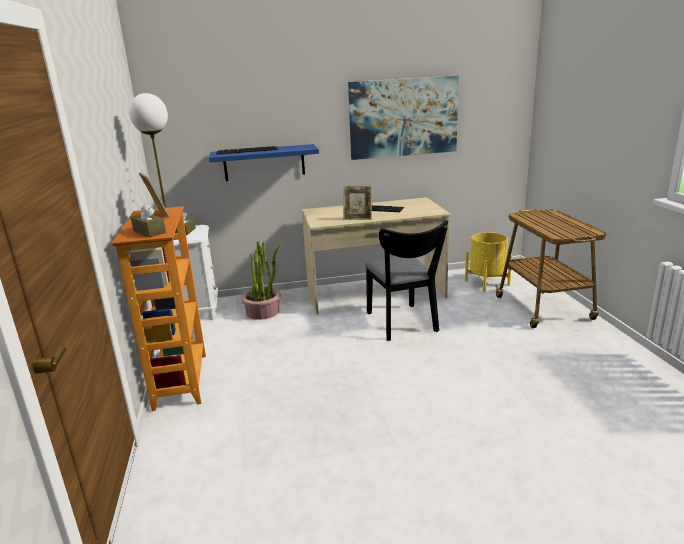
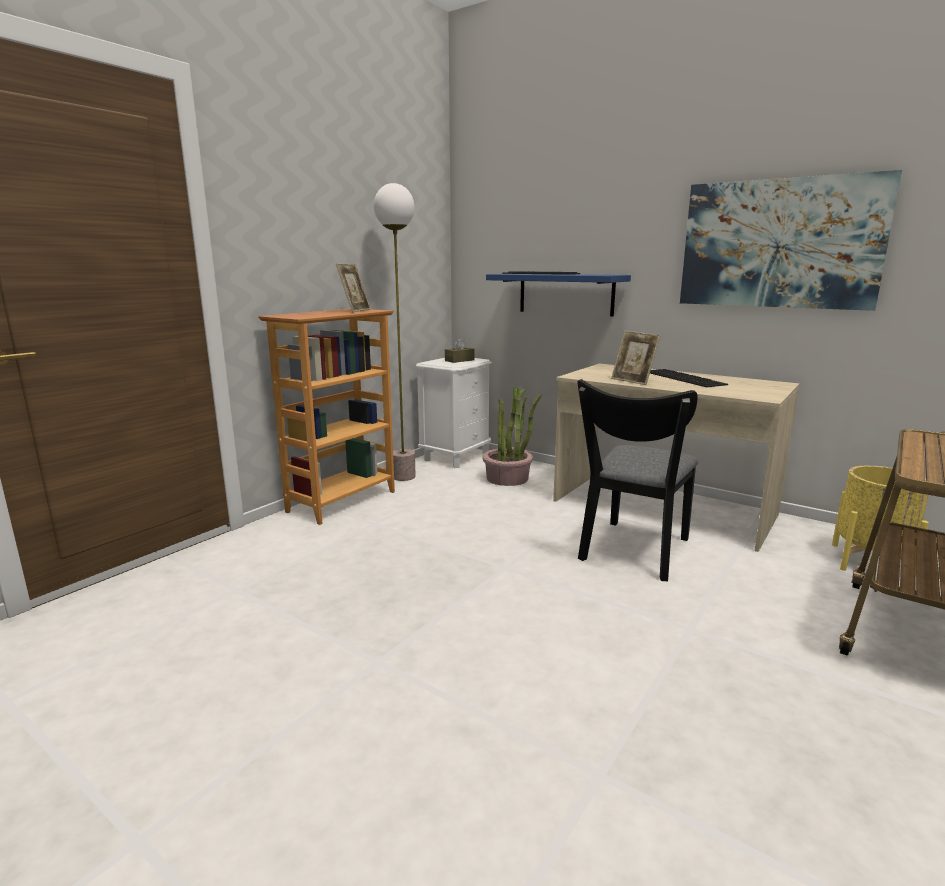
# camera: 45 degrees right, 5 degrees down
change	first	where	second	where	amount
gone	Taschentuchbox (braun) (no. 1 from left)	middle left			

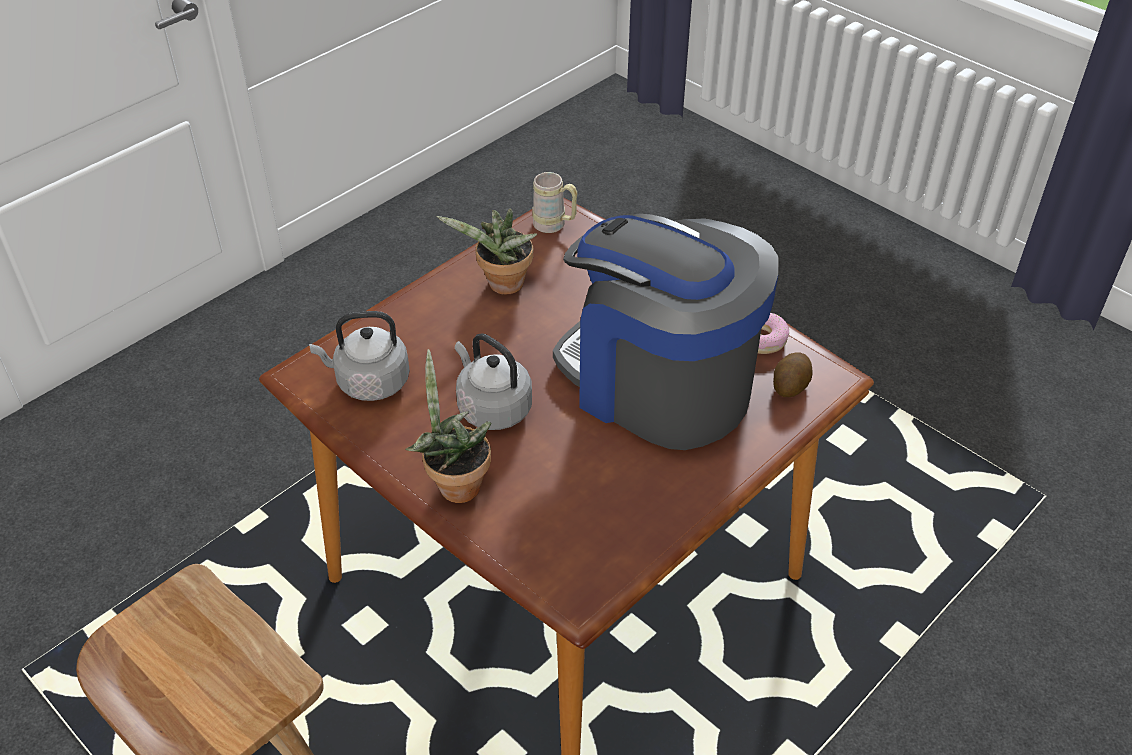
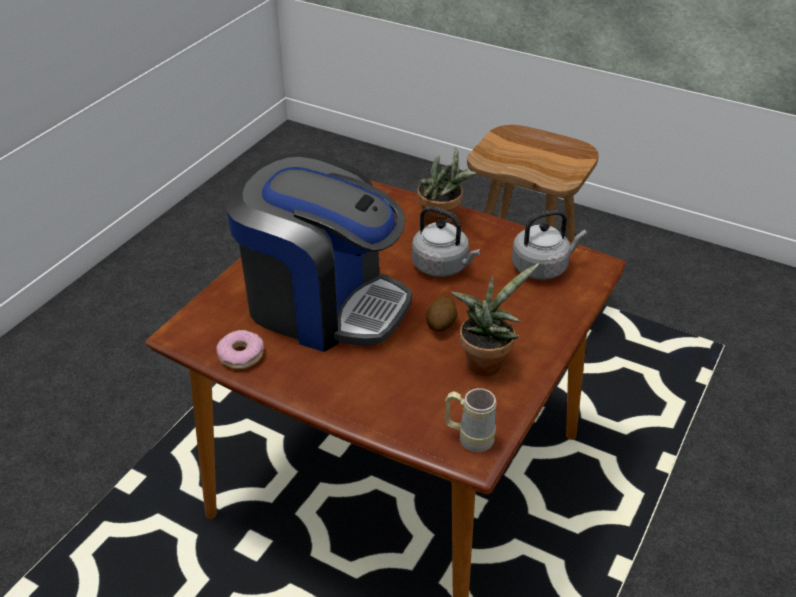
# camera: 165 degrees right, 5 degrees down
change	first	where	second	where	amount
shifted	Kartoffel	middle right		centre	

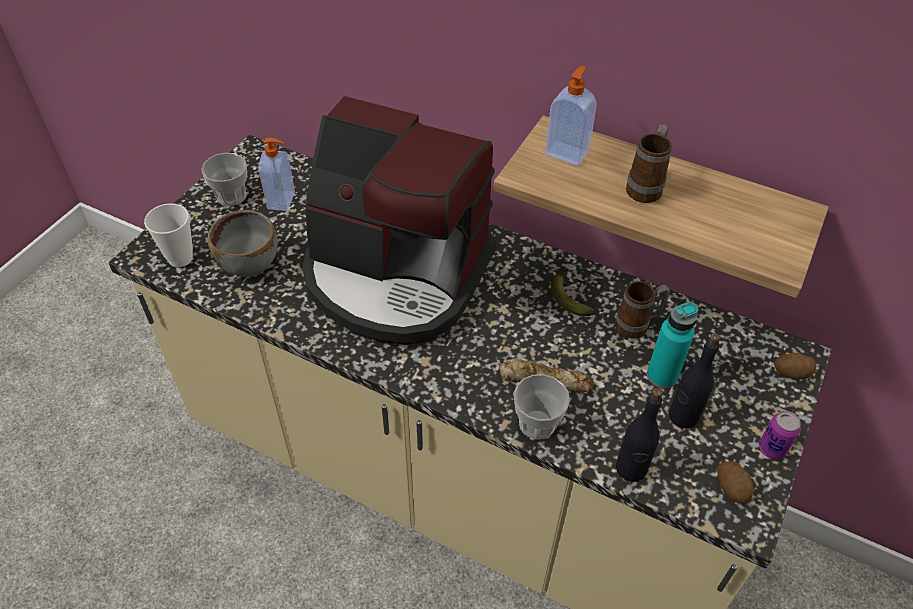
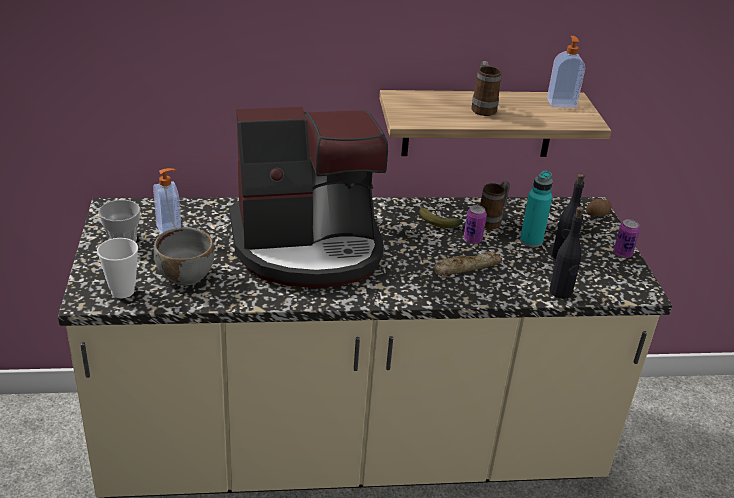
# camera: 35 degrees left, 15 degrees down
change	first	where	second	where	amount
new			Dose (no. 1 from left)	centre	
shifted	Seifenspender (no. 2 from left)	top centre		top right	
gone	Tasse (no. 3 from left)	bottom centre			
gone	Kartoffel (no. 1 from left)	bottom right			

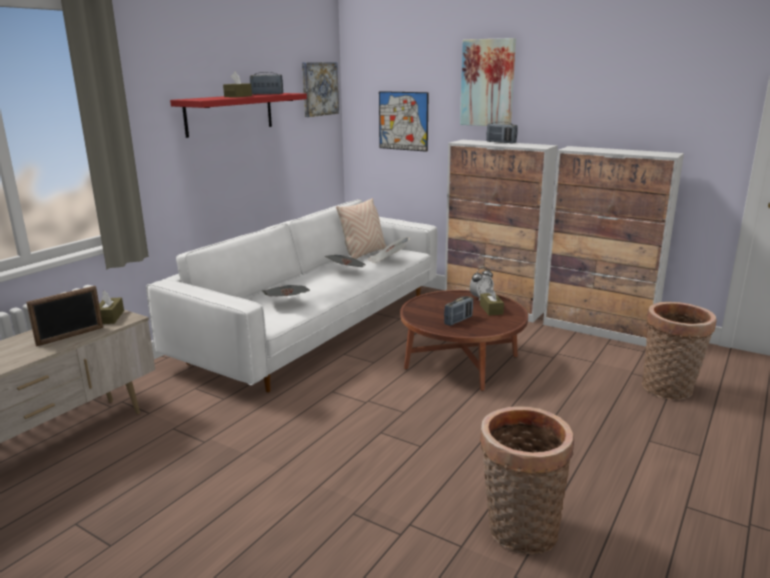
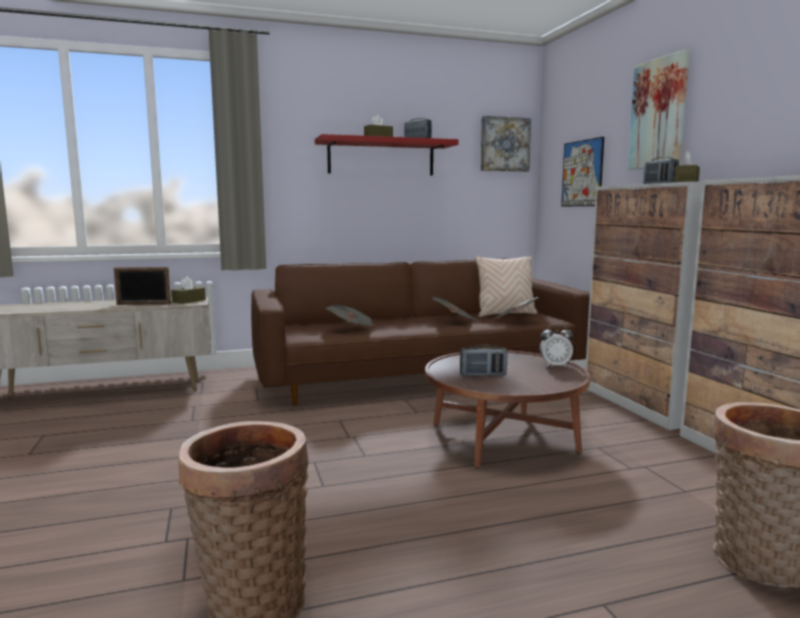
# camera: 40 degrees right, 10 degrees down
change	first	where	second	where	amount
repainted	Sofa (weiß)	centre	Sofa (braun)	centre	
shifted	Taschentuchbox (braun) (no. 3 from left)	centre		top right	

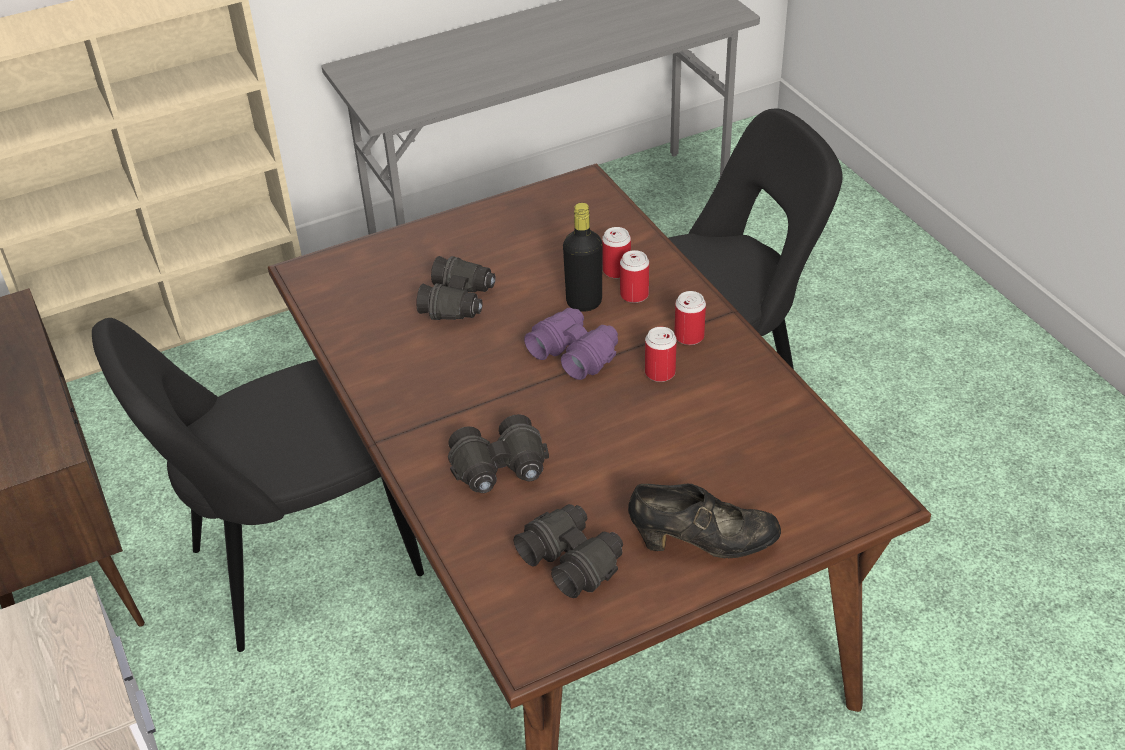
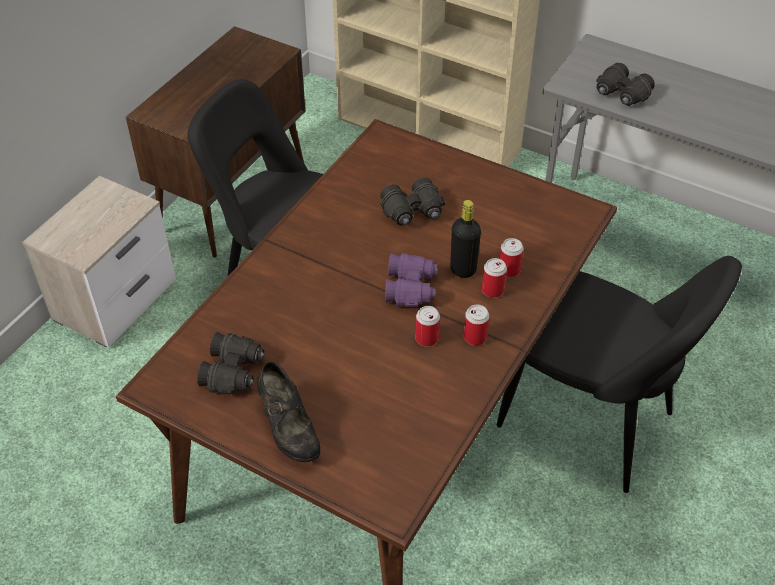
# camera: 55 degrees right, 5 degrees up
change	first	where	second	where	amount
shifted	Fernglas (schwarz) (no. 2 from left in the first image)	centre	Fernglas (schwarz) (no. 3 from left)	top right	

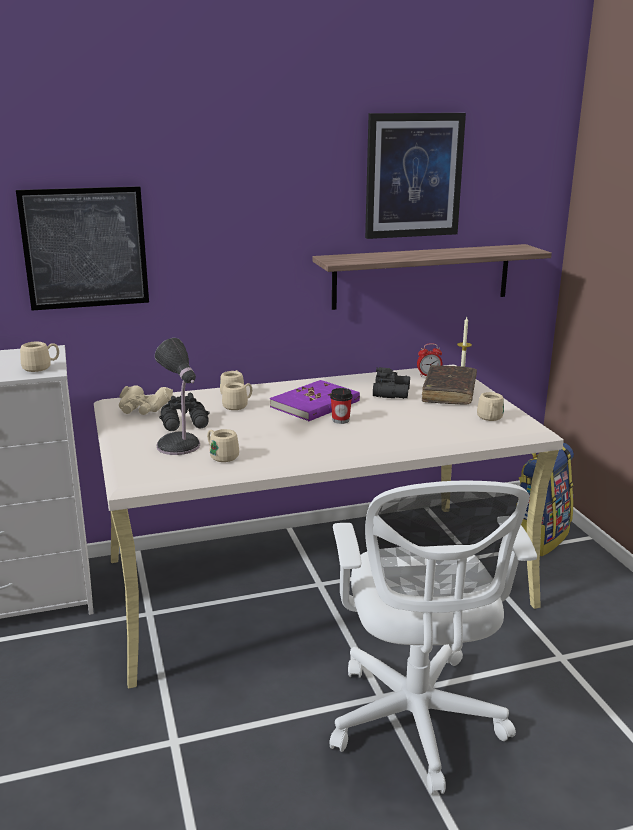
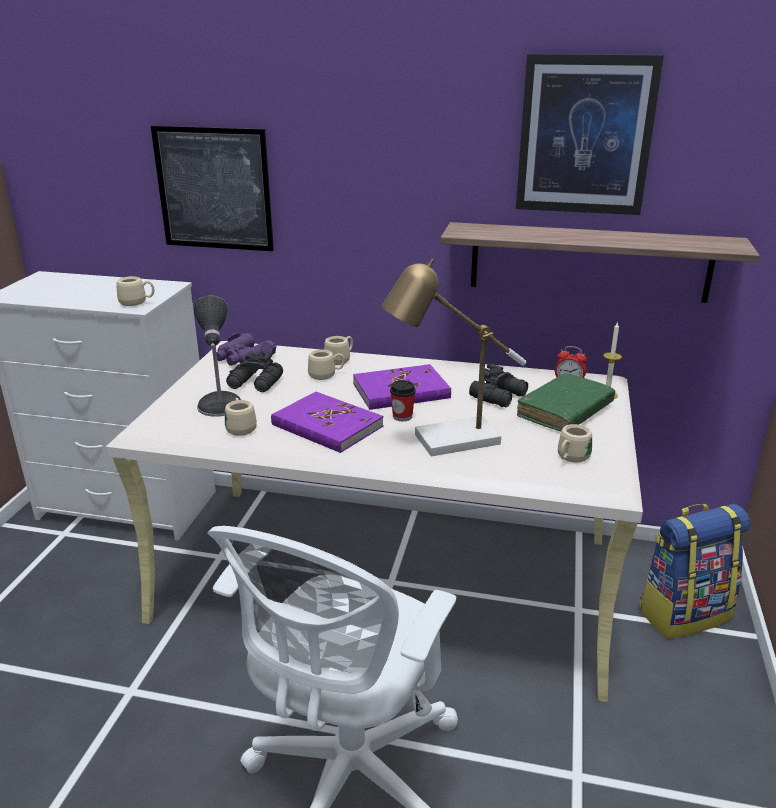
# camera: 30 degrees right, 5 degrees up
change	first	where	second	where	amount
repainted	Fernglas (beige)	middle left	Fernglas (lila)	middle left	
new			Buch (lila) (no. 1 from left)	centre	
new			Tischlampe (no. 2 from left)	centre	
repainted	Buch (braun)	middle right	Buch (grün)	middle right	

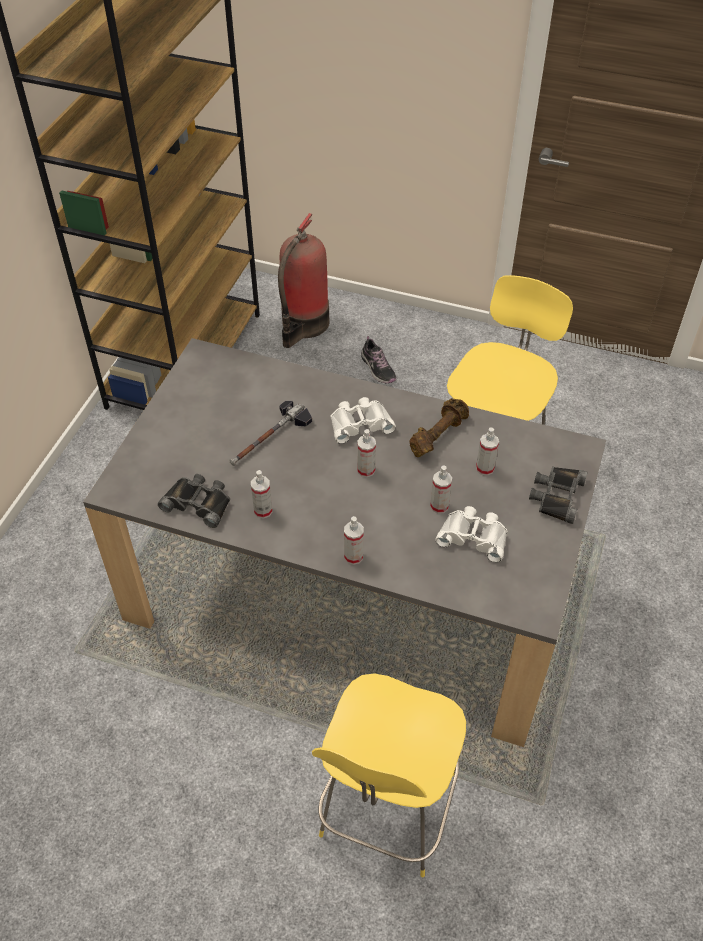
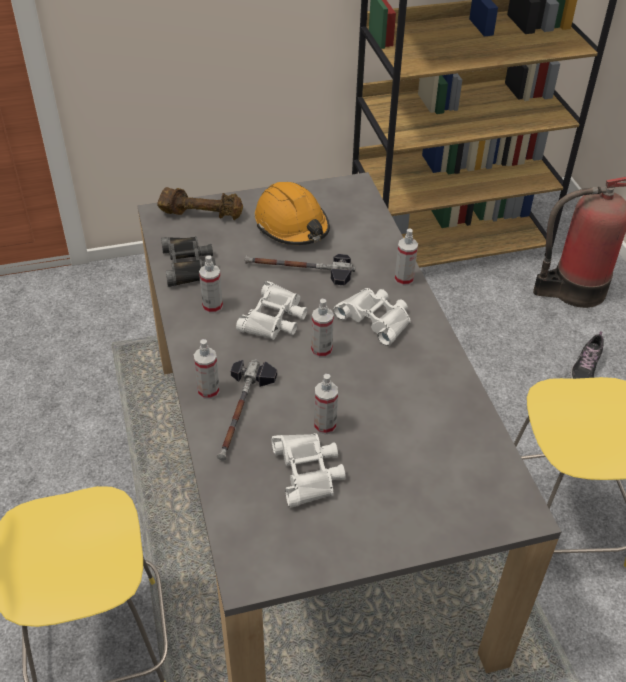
# camera: 55 degrees right, 5 degrees down
change	first	where	second	where	amount
shifted	Hantel (braun)	centre		top left	
new			Hammer (no. 1 from left)	centre	
new			Fernglas (weiß) (no. 1 from left)	centre	
new			Schutzhelm (orange)	top centre	
shifted	Sprühflasche (no. 5 from left)	middle right		centre	
gone	Fernglas (schwarz) (no. 2 from left)	middle right			

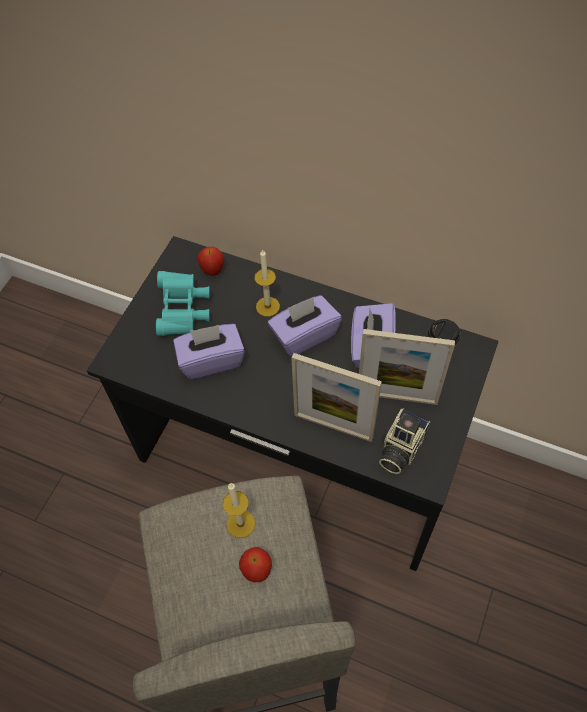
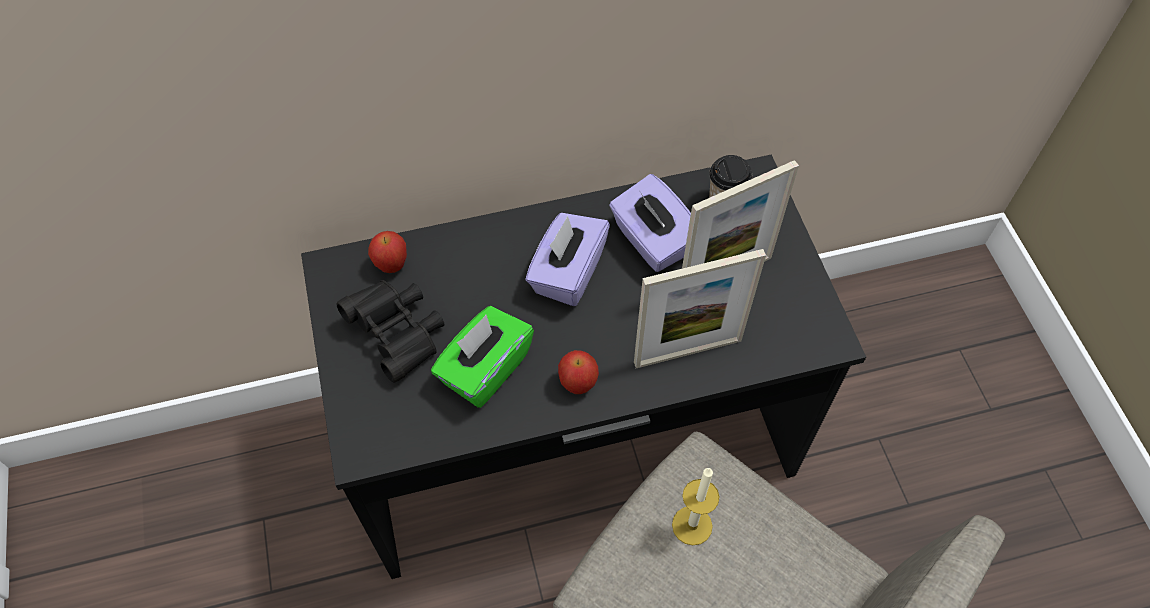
# camera: 40 degrees left, 0 degrees up
change	first	where	second	where	amount
repainted	Fernglas (türkis)	middle left	Fernglas (schwarz)	centre	
repainted	Taschentuchbox (lila) (no. 1 from left)	centre	Taschentuchbox (grün)	centre	
shifted	Apfel (no. 2 from left)	bottom centre		centre	
gone	Kerze (no. 2 from left)	centre			
gone	Kamera	middle right			

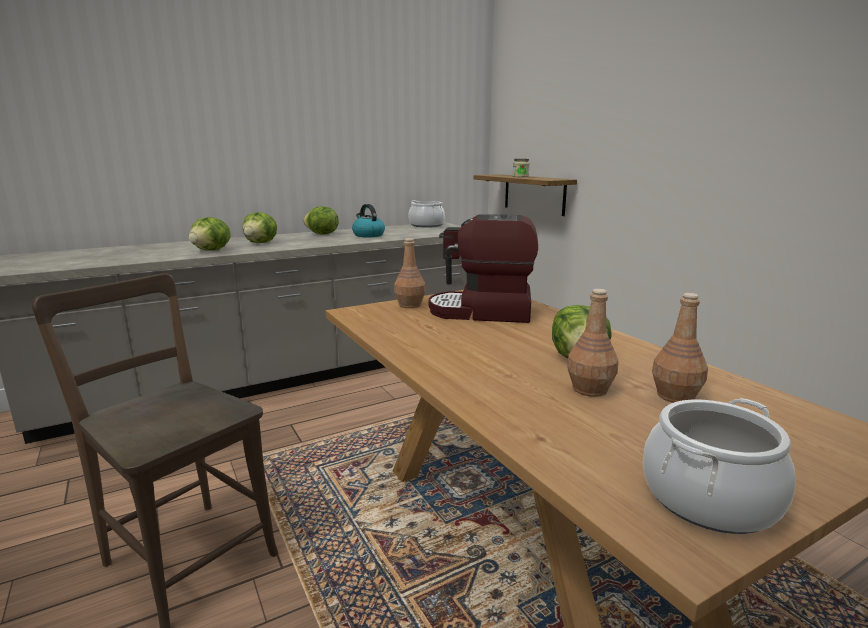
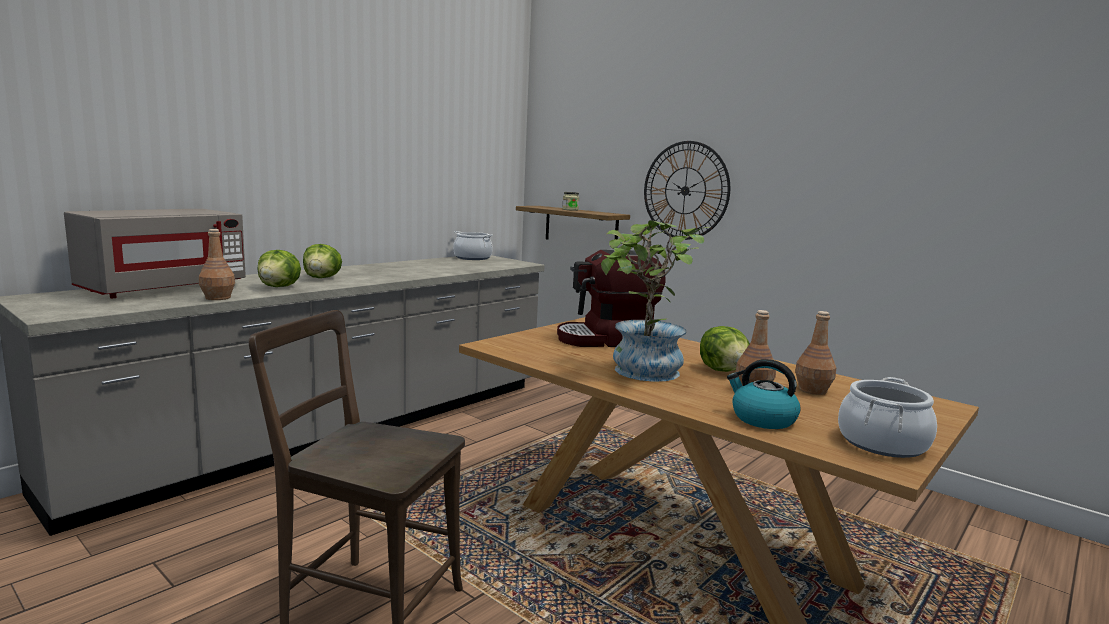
# camera: 20 degrees left, 5 degrees down
change	first	where	second	where	amount
new			Mikrowelle (grau)	middle left	
shifted	Flasche (braun) (no. 1 from left)	centre		middle left	
new			Topfpflanze	centre	
new			Wanduhr	top centre	
shifted	Wasserkessel	centre		middle right	
gone	Salatkopf (no. 3 from left)	centre			

